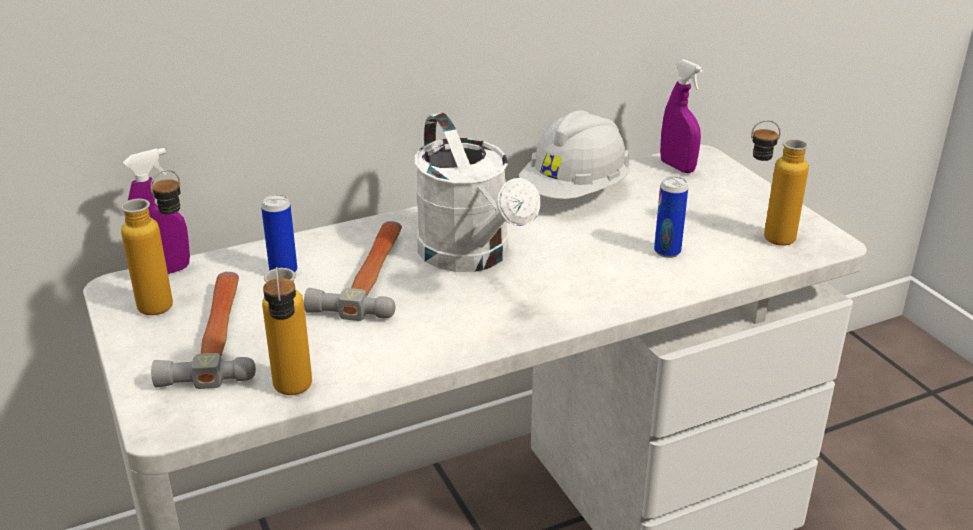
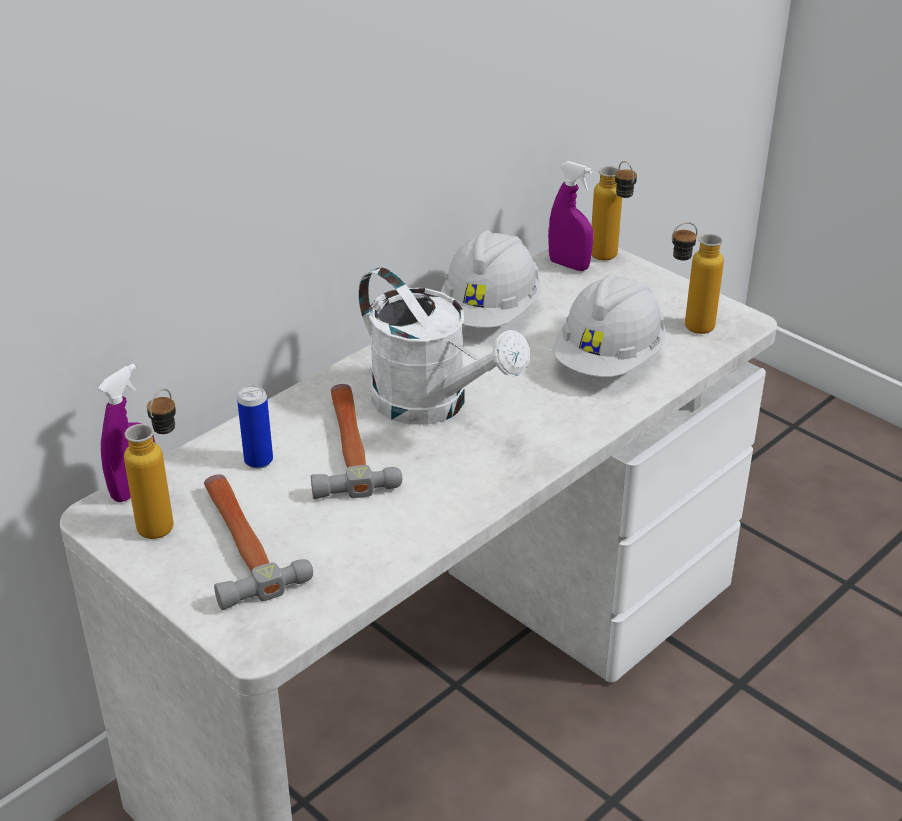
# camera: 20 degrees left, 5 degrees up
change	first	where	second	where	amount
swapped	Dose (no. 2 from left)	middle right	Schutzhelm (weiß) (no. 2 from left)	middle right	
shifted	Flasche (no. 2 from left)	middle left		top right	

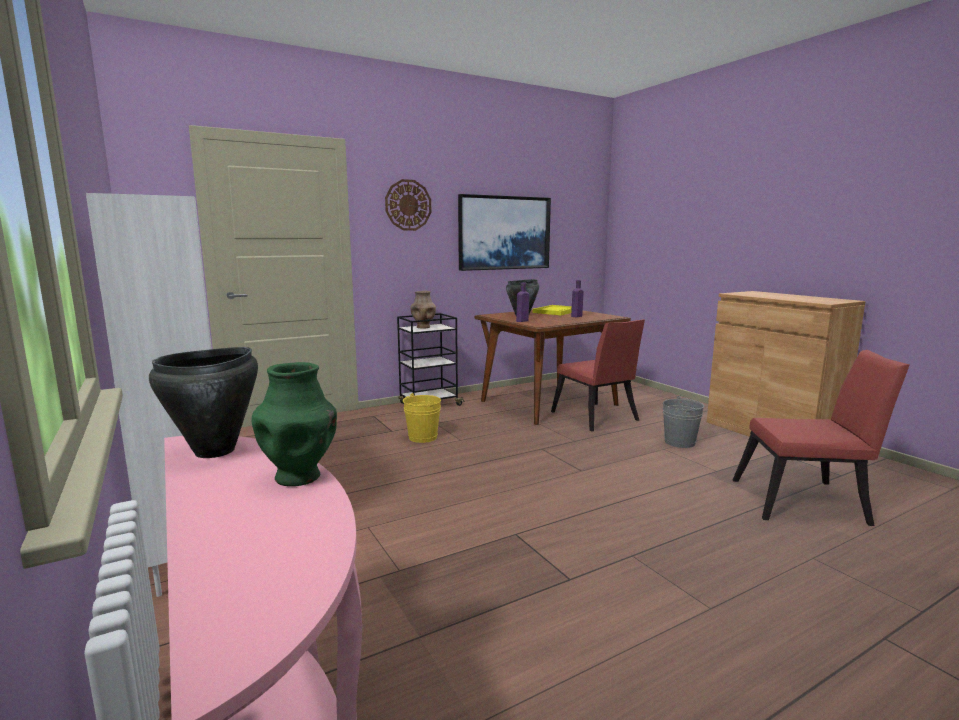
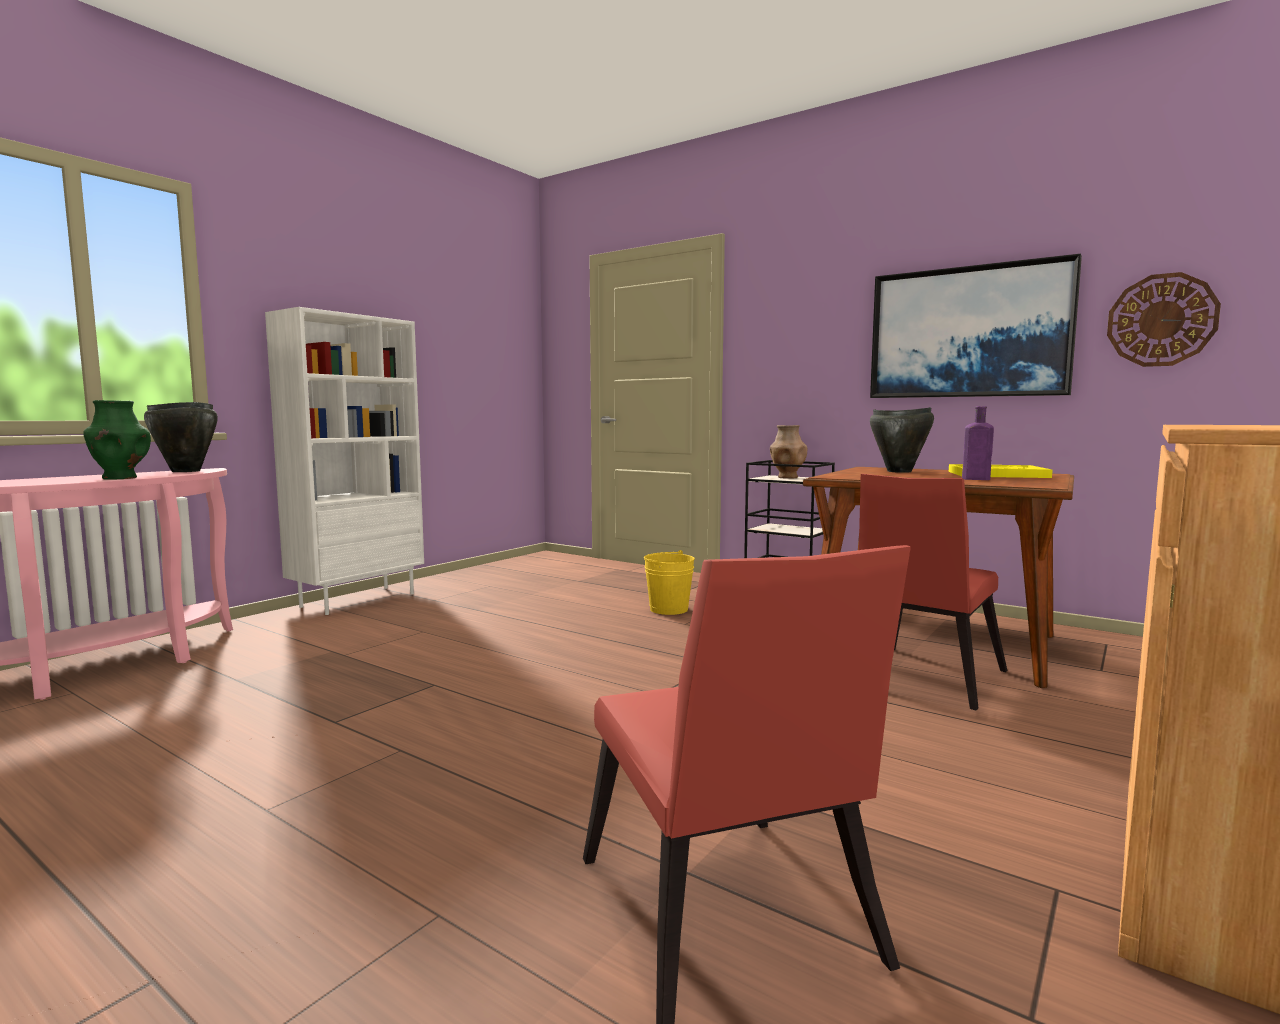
# camera: 65 degrees right, 5 degrees down
change	first	where	second	where	amount
shifted	Wanduhr	top centre		top right	
gone	Flasche (lila) (no. 1 from left)	centre			
gone	Eimer (grau)	middle right			

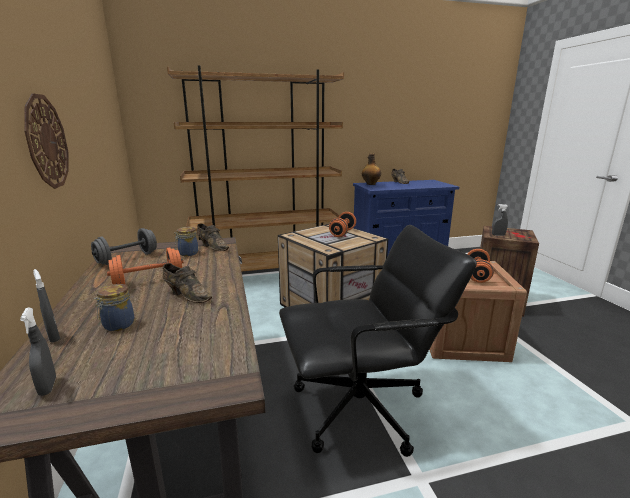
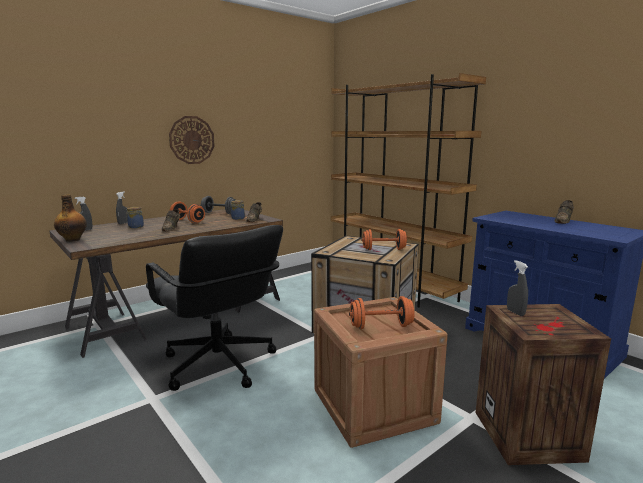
# camera: 65 degrees right, 5 degrees down
change	first	where	second	where	amount
shifted	Flasche	centre		middle left	

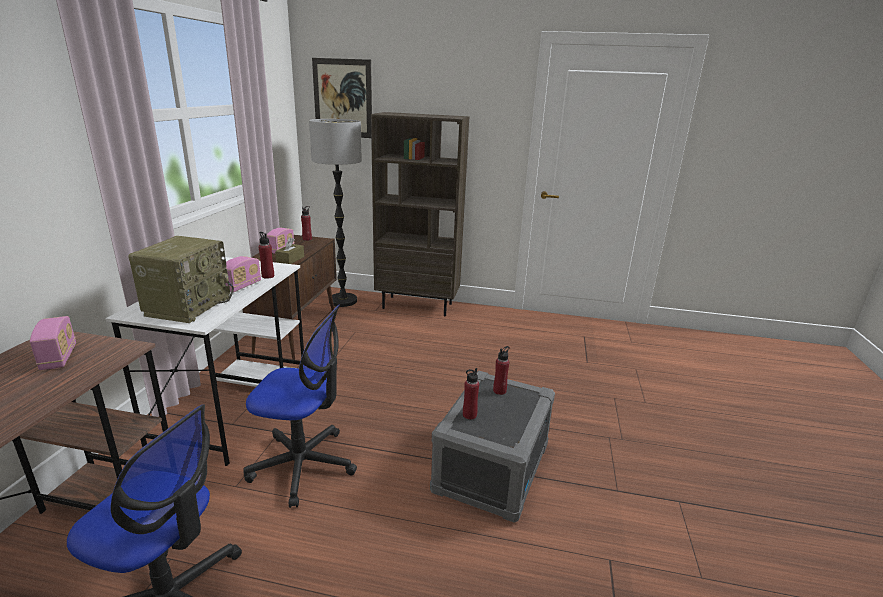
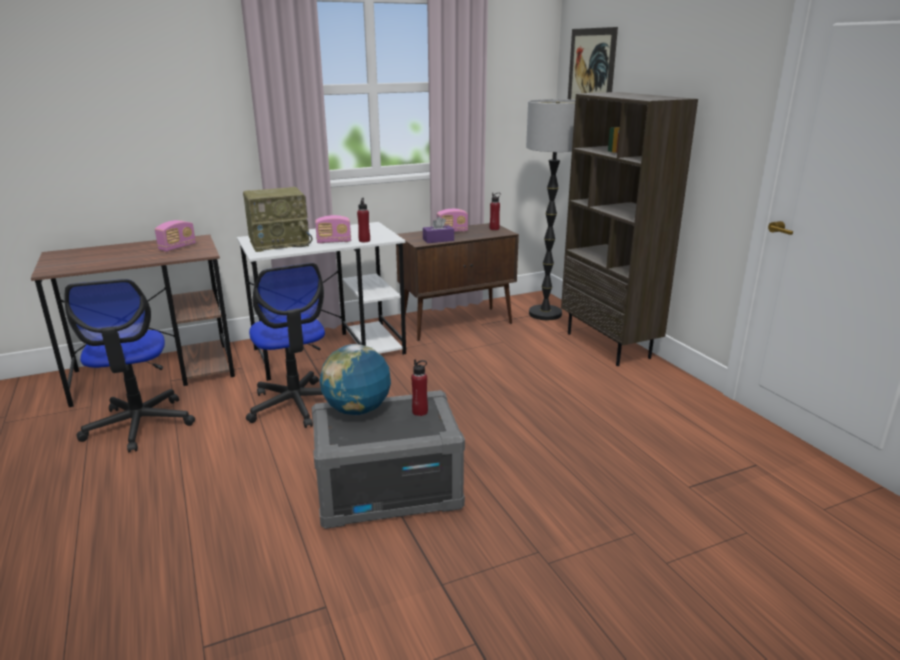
# camera: 55 degrees right, 0 degrees up
change	first	where	second	where	amount
swapped	Flasche (rot) (no. 3 from left)	centre	Globus	centre	
repainted	Taschentuchbox (braun)	middle left	Taschentuchbox (lila)	centre	

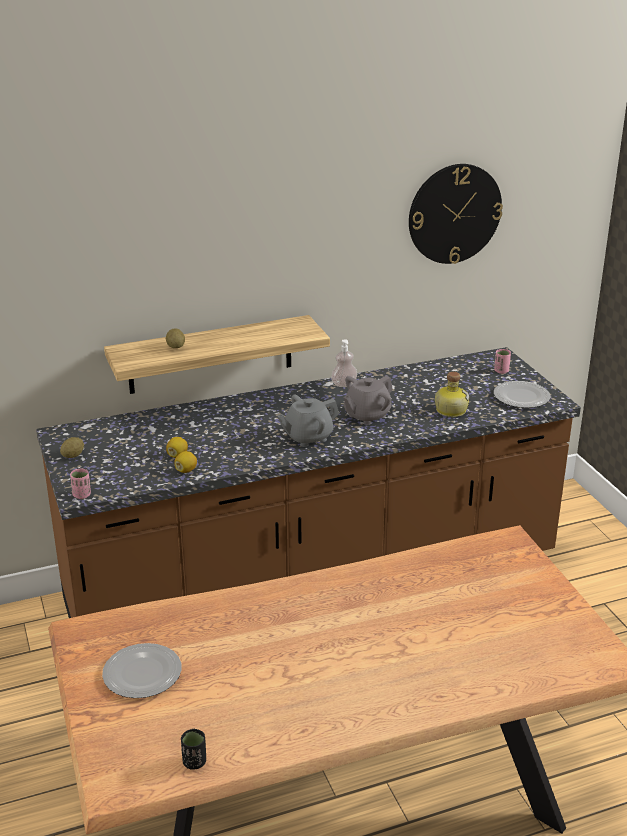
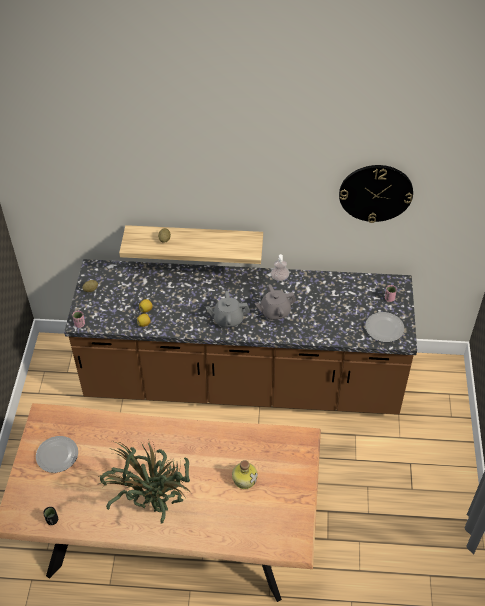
# camera: 25 degrees right, 20 degrees up
change	first	where	second	where	amount
new			Topfpflanze	bottom left	
shifted	Flasche	middle right		bottom centre	

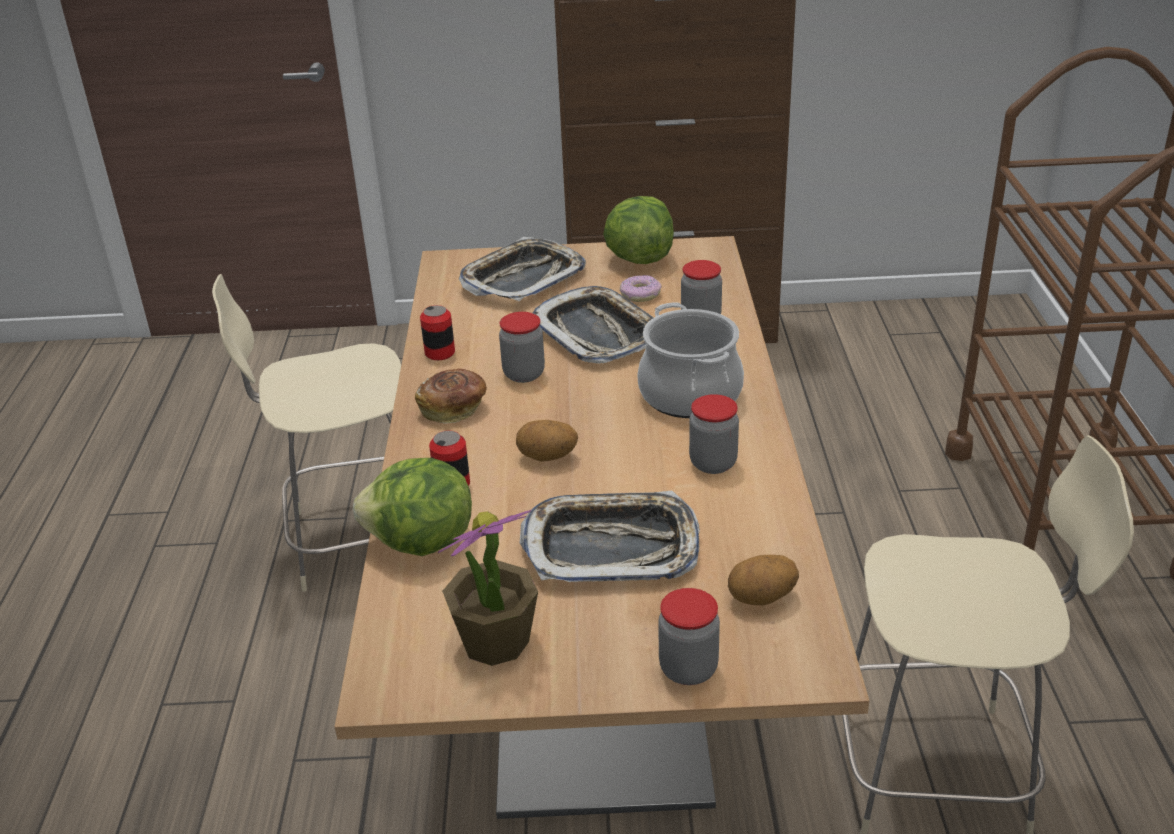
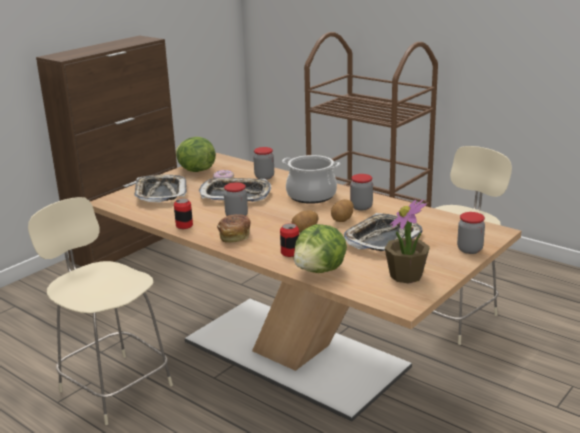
# camera: 50 degrees left, 10 degrees down
change	first	where	second	where	amount
rotated	Stuhl (beige) (no. 1 from left)	middle left		bottom left	105 degrees clockwise
shifted	Kartoffel (no. 2 from left)	bottom centre		centre	

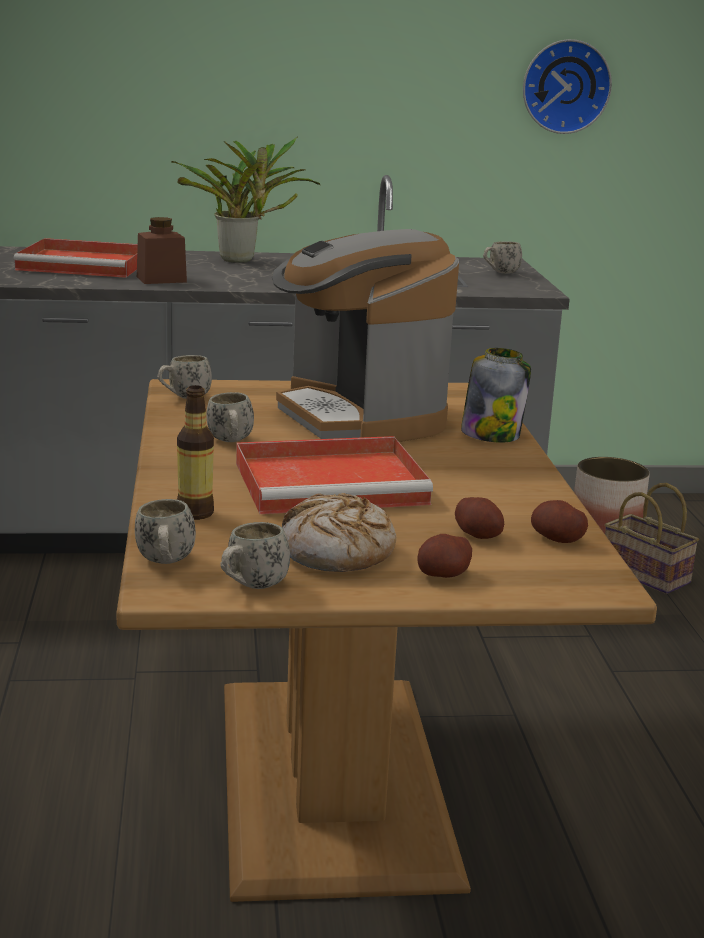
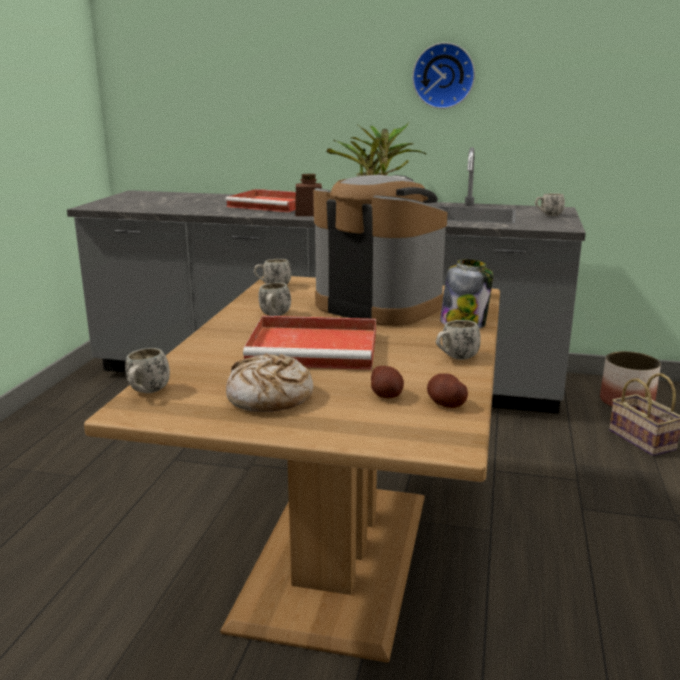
# camera: 20 degrees right, 0 degrees up
change	first	where	second	where	amount
rotated	Kaffeemaschine	centre		centre	135 degrees clockwise
shifted	Wanduhr	top right		top centre	
shifted	Henkelbecher (weiß) (no. 4 from left)	centre		middle right	
gone	Flasche	middle left			
gone	Kartoffel (no. 1 from left)	centre			

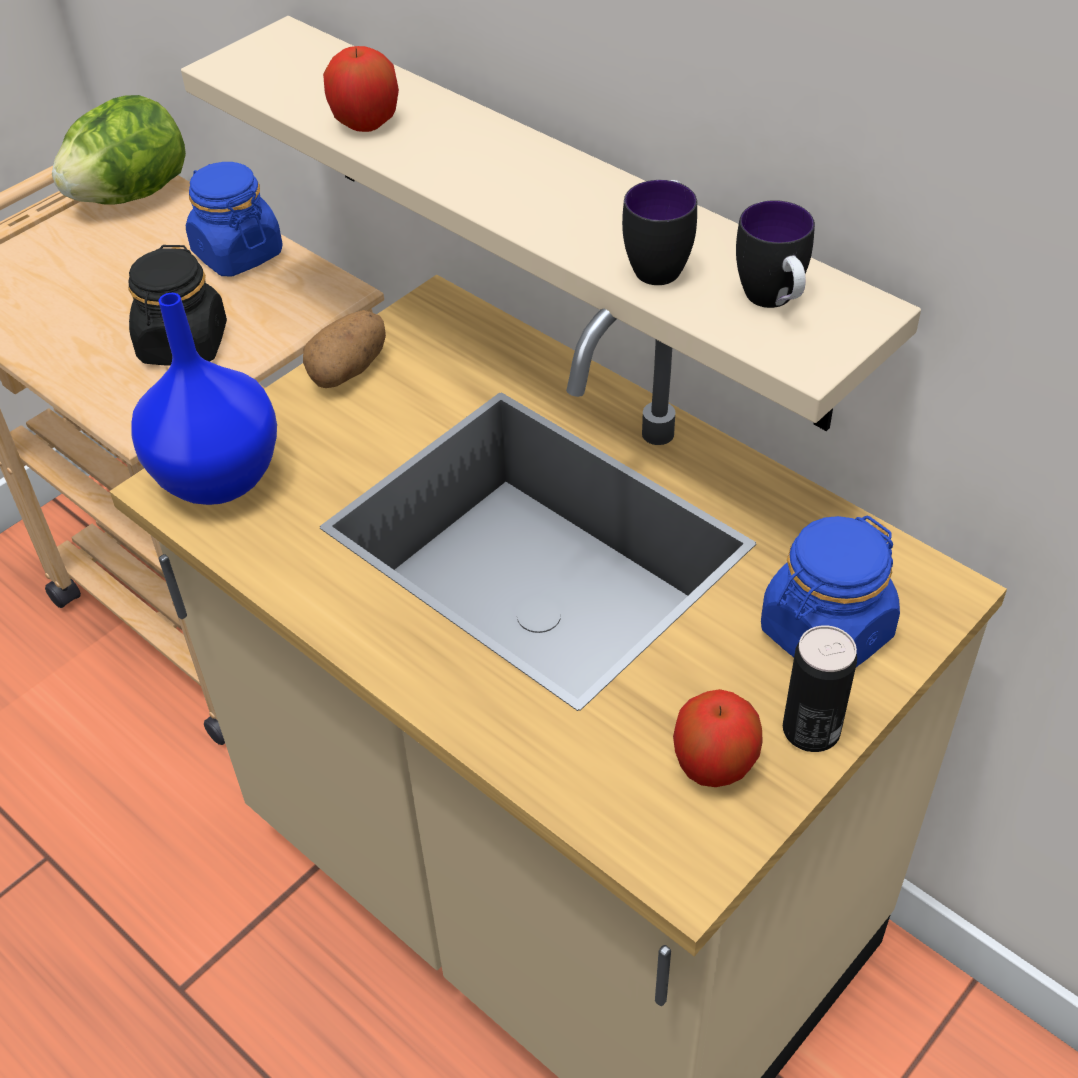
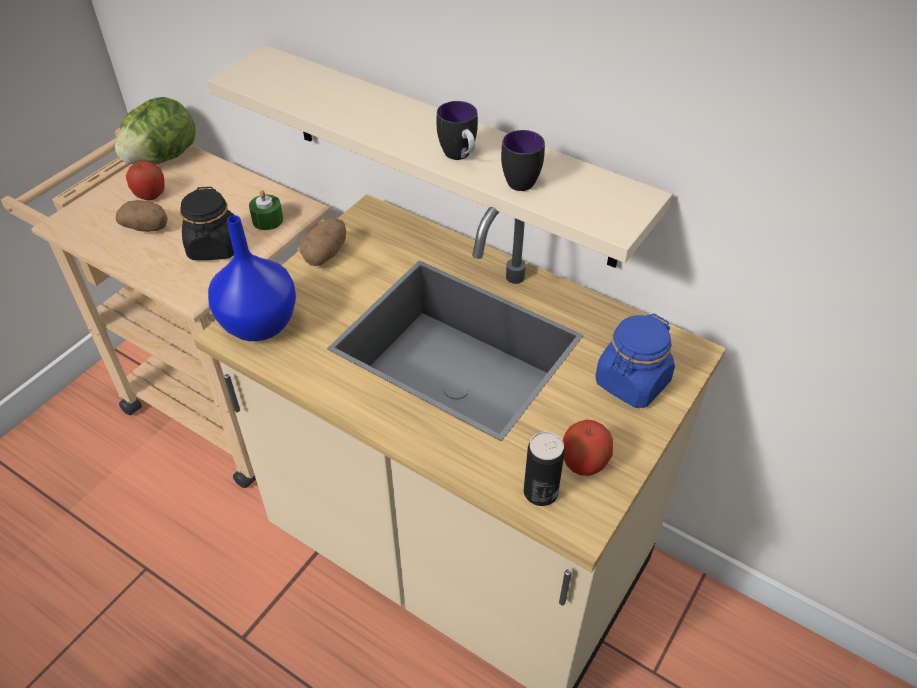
# camera: 10 degrees left, 0 degrees up
change	first	where	second	where	amount
new			Kartoffel (no. 1 from left)	top left	
shifted	Apfel (no. 1 from left)	top centre		top left	
new			Kerze (grün)	top left	
shifted	Henkelbecher (no. 2 from left in the first image)	top right	Henkelbecher (no. 1 from left)	top centre	
shifted	Dose	middle right		bottom centre	
gone	Vorratsglas (blau) (no. 1 from left)	top left			

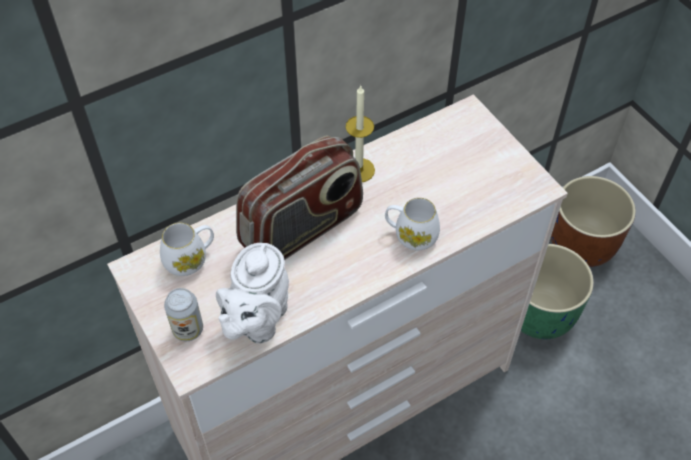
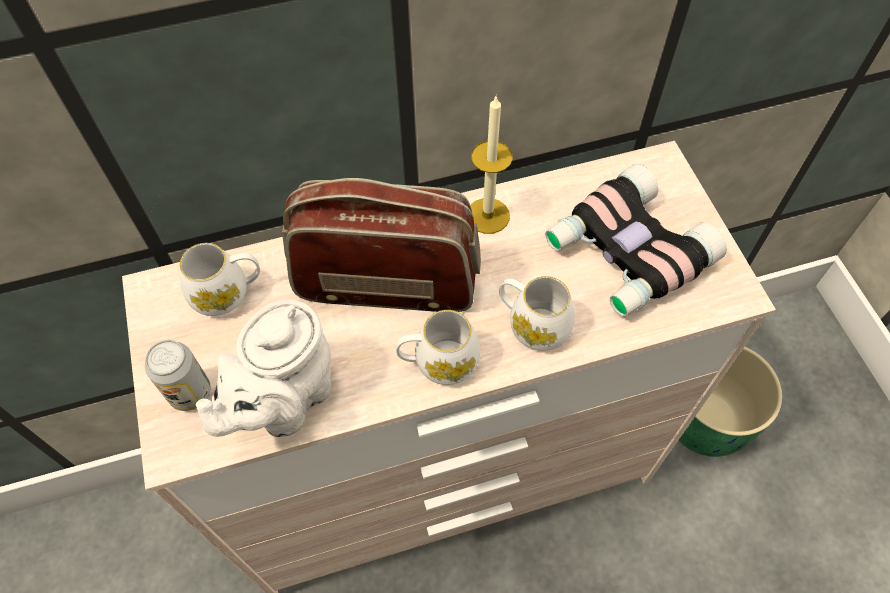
# camera: 15 degrees right, 5 degrees up
change	first	where	second	where	amount
rotated	Radio	centre		centre	150 degrees counterclockwise
new			Henkelbecher (weiß) (no. 2 from left)	centre	
new			Fernglas	middle right	
gone	Pflanzkübel (braun)	middle right			

